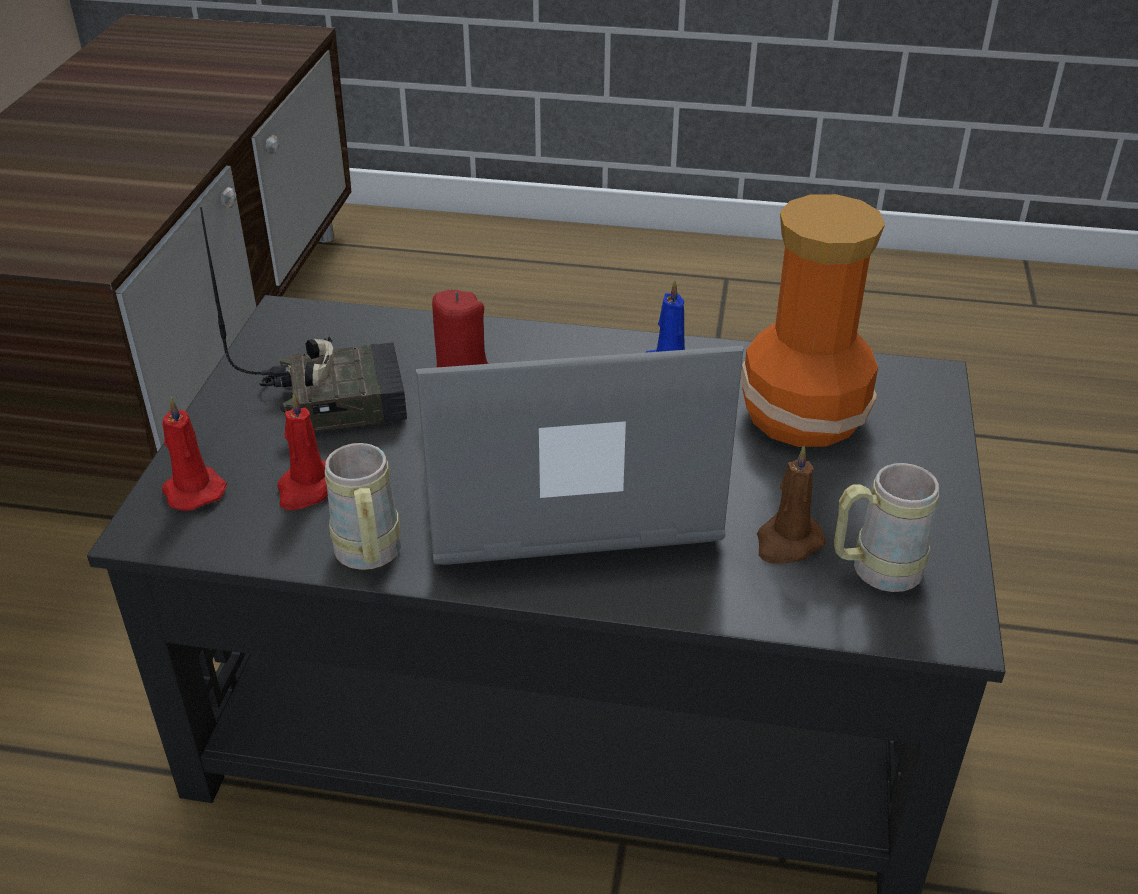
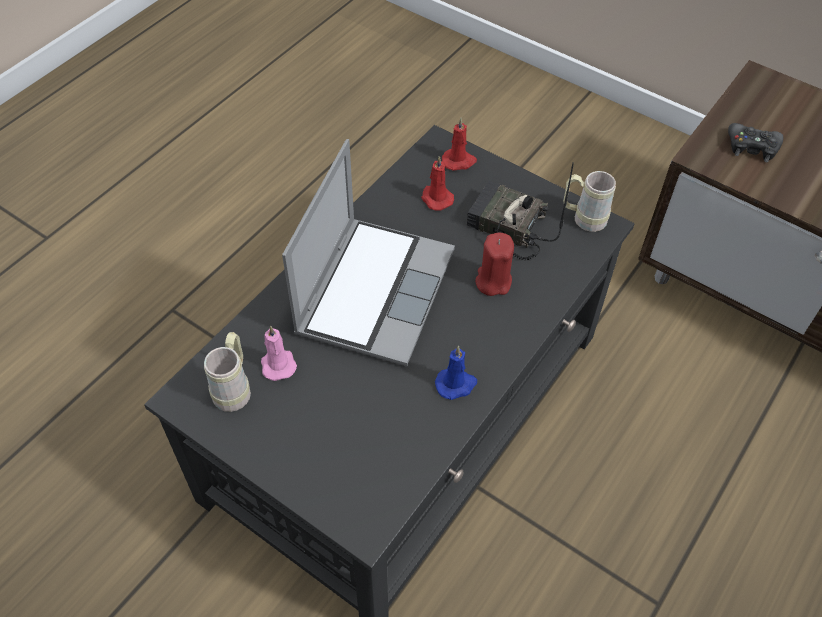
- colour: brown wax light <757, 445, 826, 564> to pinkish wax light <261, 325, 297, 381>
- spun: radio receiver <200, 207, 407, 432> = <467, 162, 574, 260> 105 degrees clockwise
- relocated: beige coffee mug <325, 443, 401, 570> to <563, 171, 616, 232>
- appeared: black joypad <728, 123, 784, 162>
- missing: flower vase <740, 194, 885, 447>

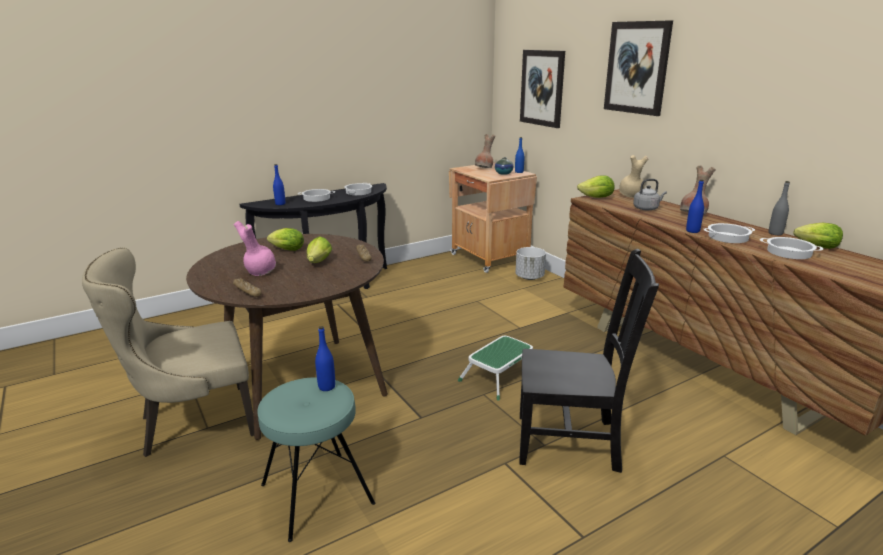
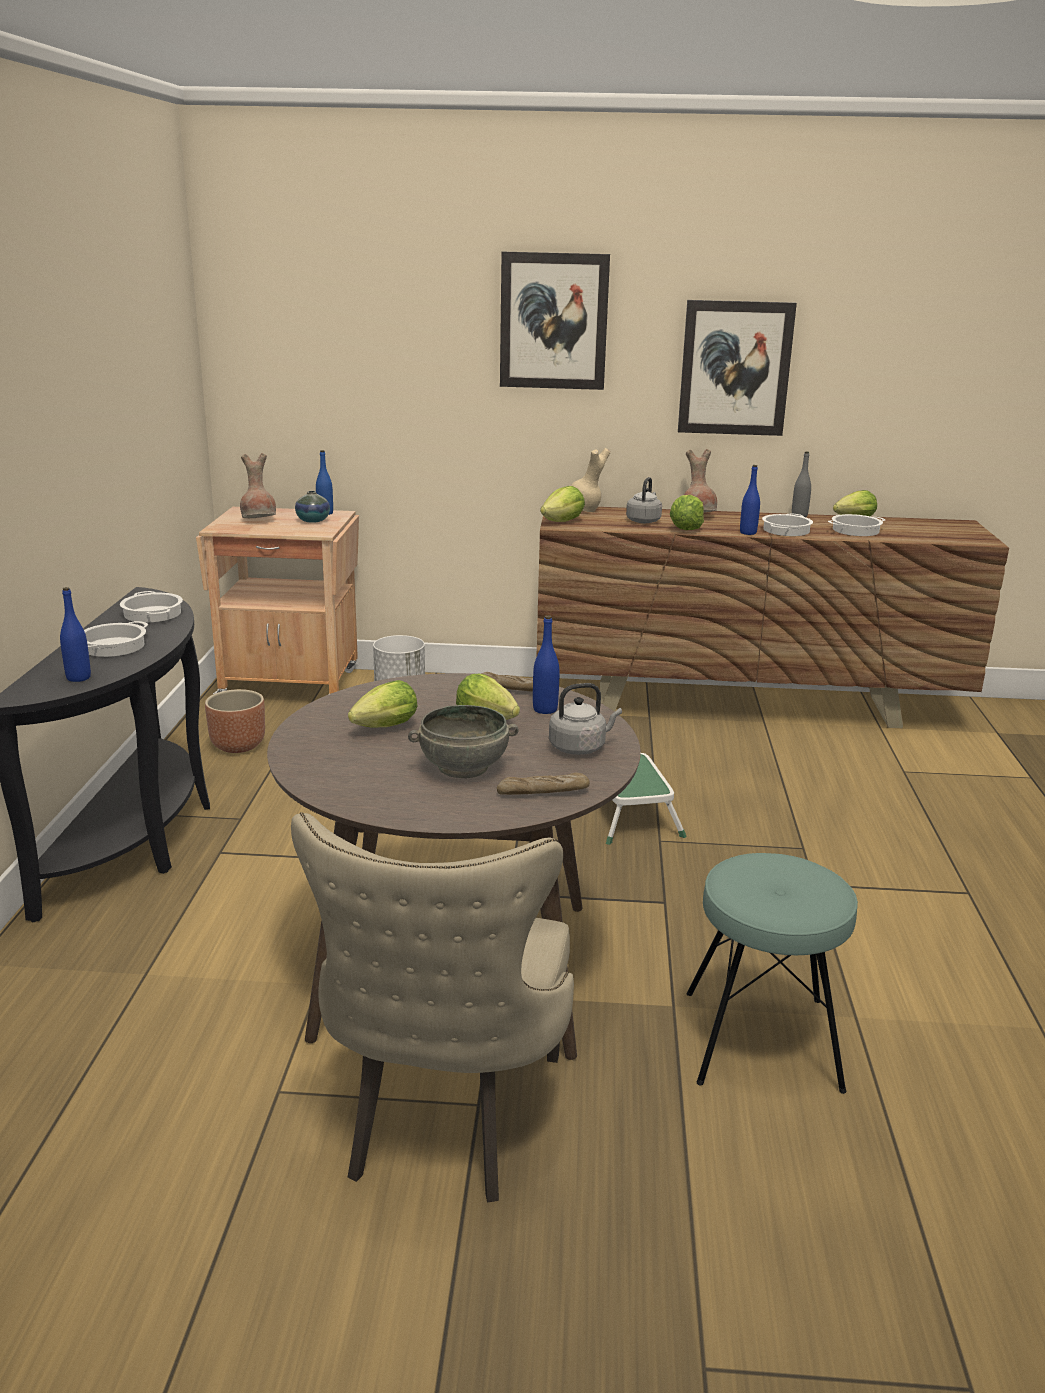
- appeared: brown plant pot <205, 689, 265, 753>
- exchanged: pinkish flower vase <234, 221, 276, 276> to gray serving bowl <408, 705, 519, 778>
- relocated: blue-coloured beverage bottle <315, 326, 335, 391> to <533, 615, 559, 714>
- appeared: gray tea kettle <549, 683, 622, 755>
- appeared: lettuce <670, 495, 704, 530>
- relocated: wall art <520, 50, 565, 128> to <678, 300, 797, 436>
- missing: black chair <519, 249, 659, 473>

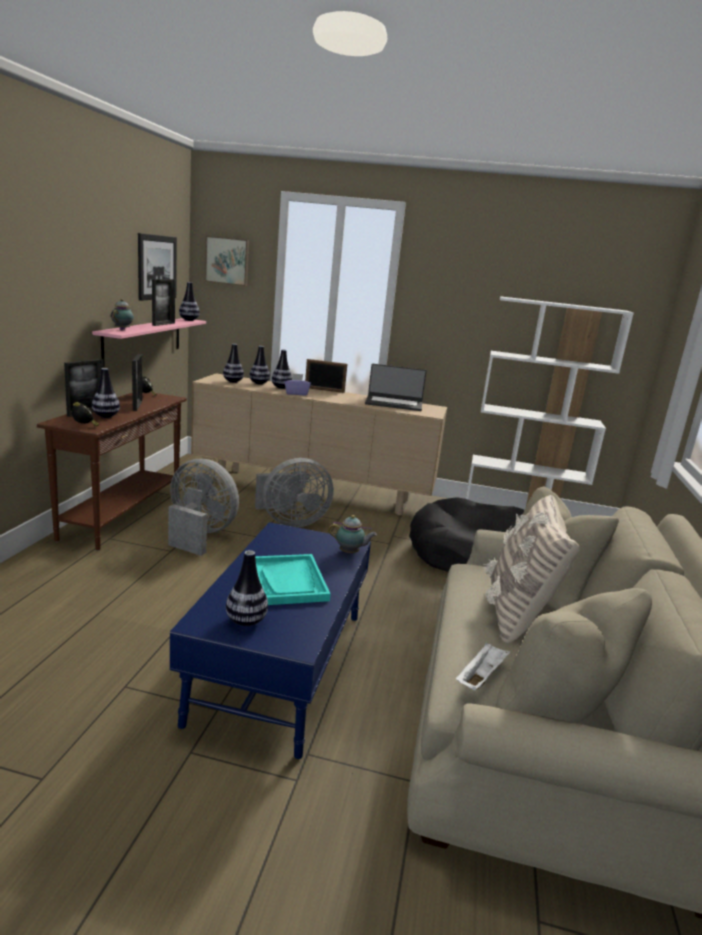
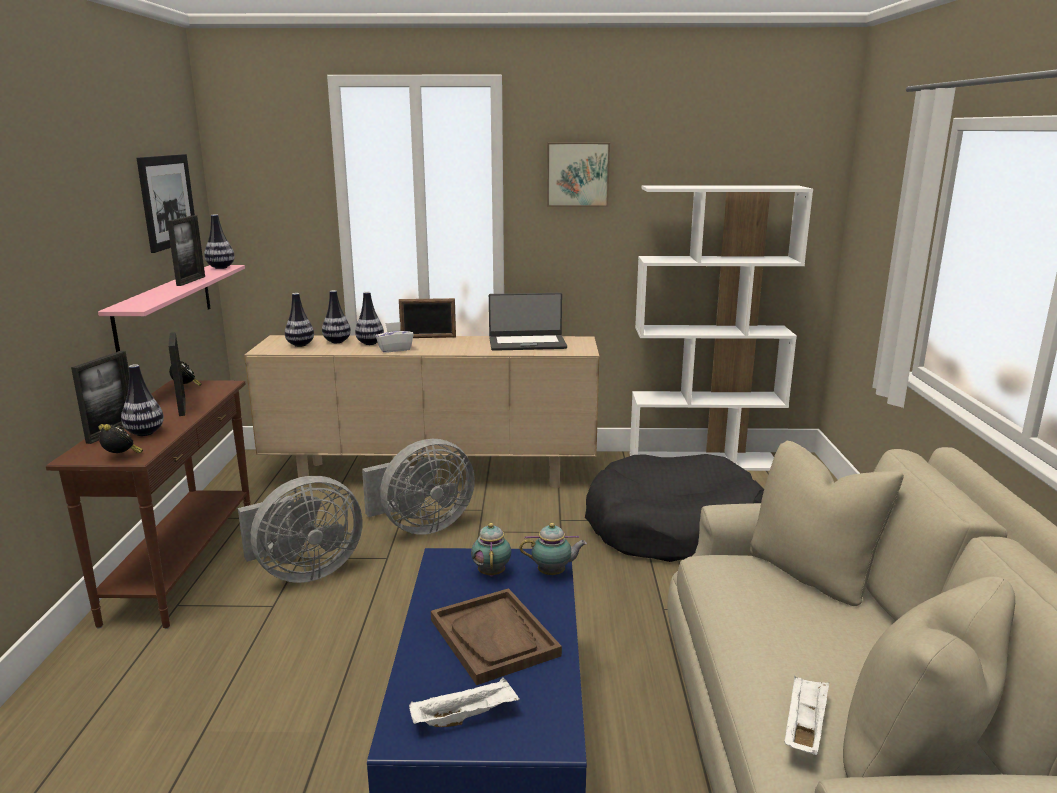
- spun: gray cooling fan <168, 459, 239, 556> = <238, 476, 363, 583> 135 degrees clockwise
- colour: purplish tissue box <284, 373, 311, 395> to white tissue box <375, 322, 414, 353>
- exchanged: flower vase <226, 550, 268, 626> to white tray <409, 677, 520, 727>
- colour: blue-green tray <255, 554, 330, 605> to brown tray <431, 588, 562, 685>
- relocated: pot for tea <111, 299, 134, 330> to <471, 523, 511, 576>
- relocated: wall art <205, 236, 249, 286> to <547, 143, 610, 207>
- missing: beige pillow <482, 495, 579, 643>

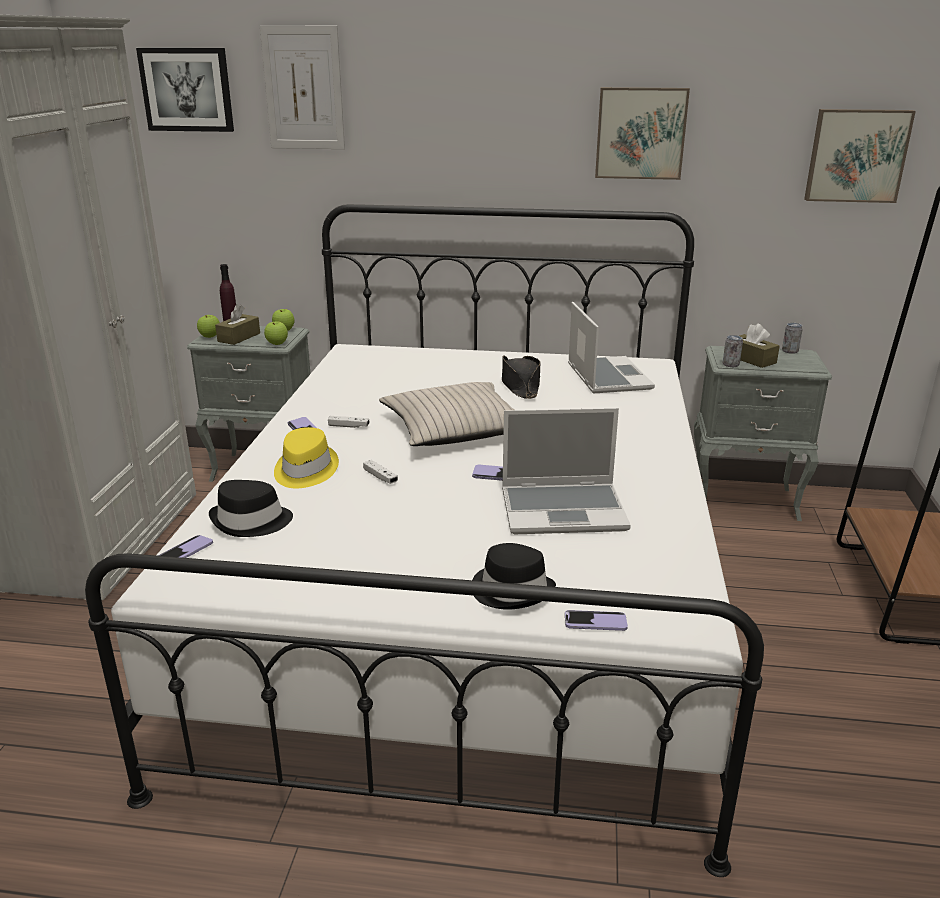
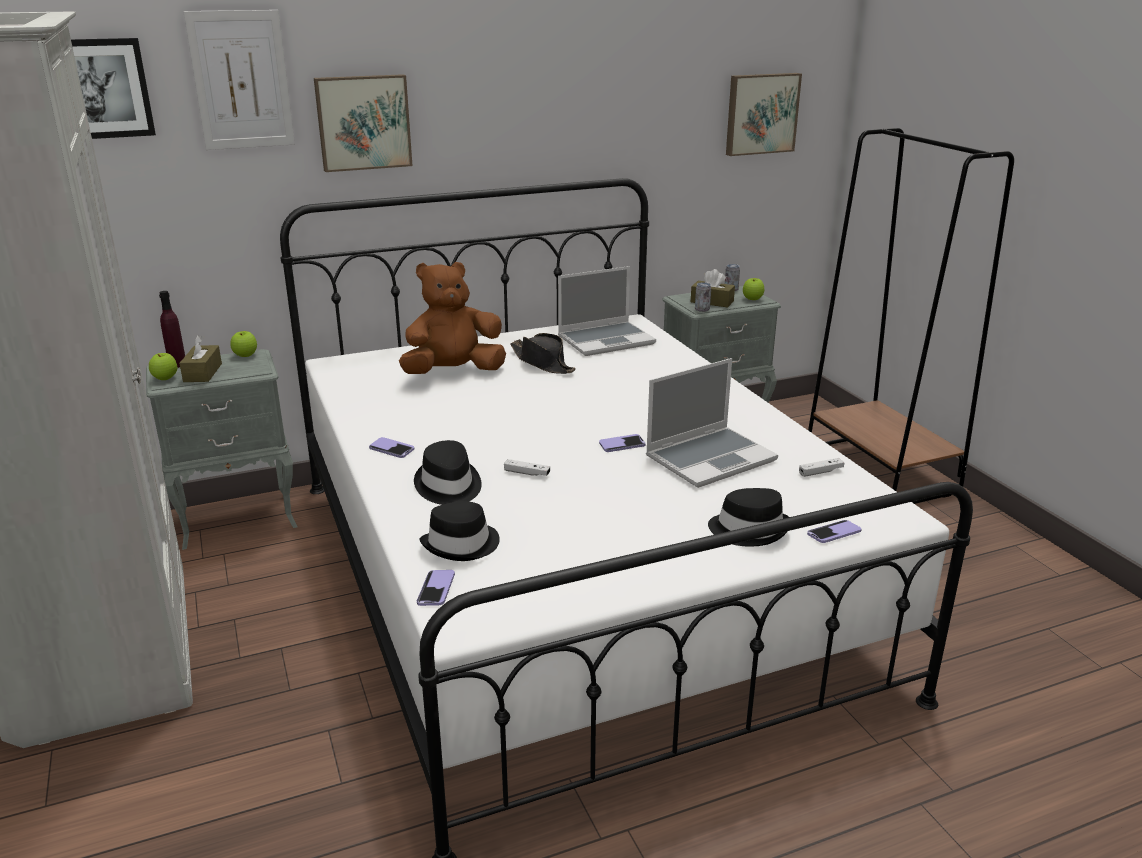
- relocated: wall art <595, 87, 690, 180> to <314, 74, 413, 172>
- appeared: brown cuddly toy <399, 262, 506, 374>
- colour: yellow-coloured clothing hat <274, 427, 339, 489> to black clothing hat <414, 440, 482, 505>
- spun: portable computer <568, 302, 655, 394> = <558, 266, 656, 356> 105 degrees clockwise
- relocated: whole apple <264, 321, 288, 345> to <743, 278, 764, 300>
- relocated: white joypad <328, 416, 369, 428> to <799, 458, 844, 477>
- missing: beige pillow <379, 382, 514, 446>

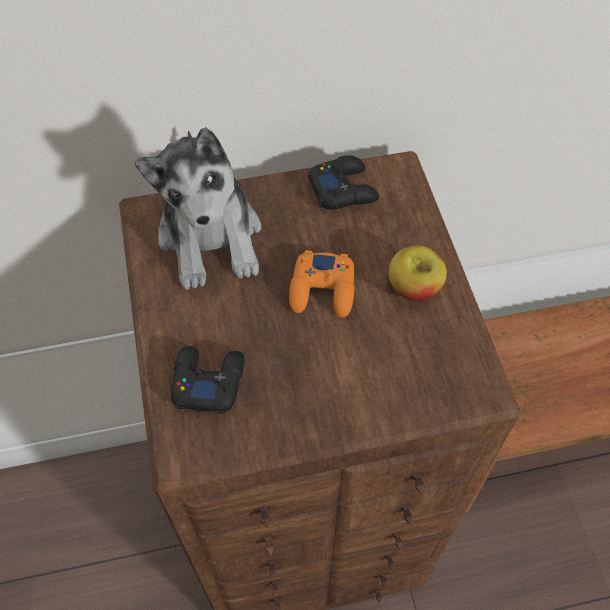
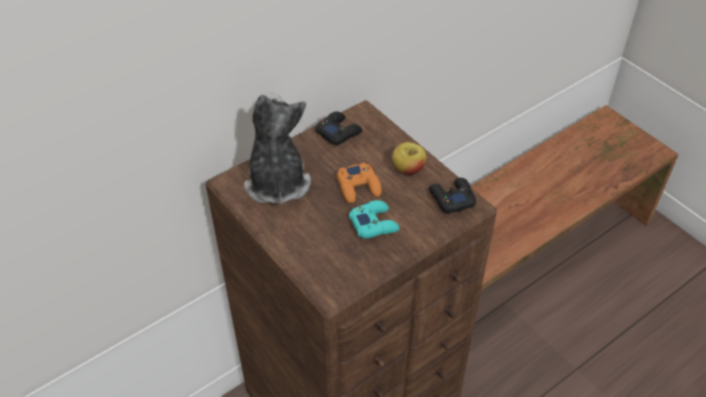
- spun: cuddly toy <135, 127, 261, 290> = <244, 93, 311, 204> 150 degrees counterclockwise
- appeared: blue-green joypad <349, 200, 400, 239>
- relocated: black joypad <171, 346, 245, 414> to <429, 178, 476, 214>

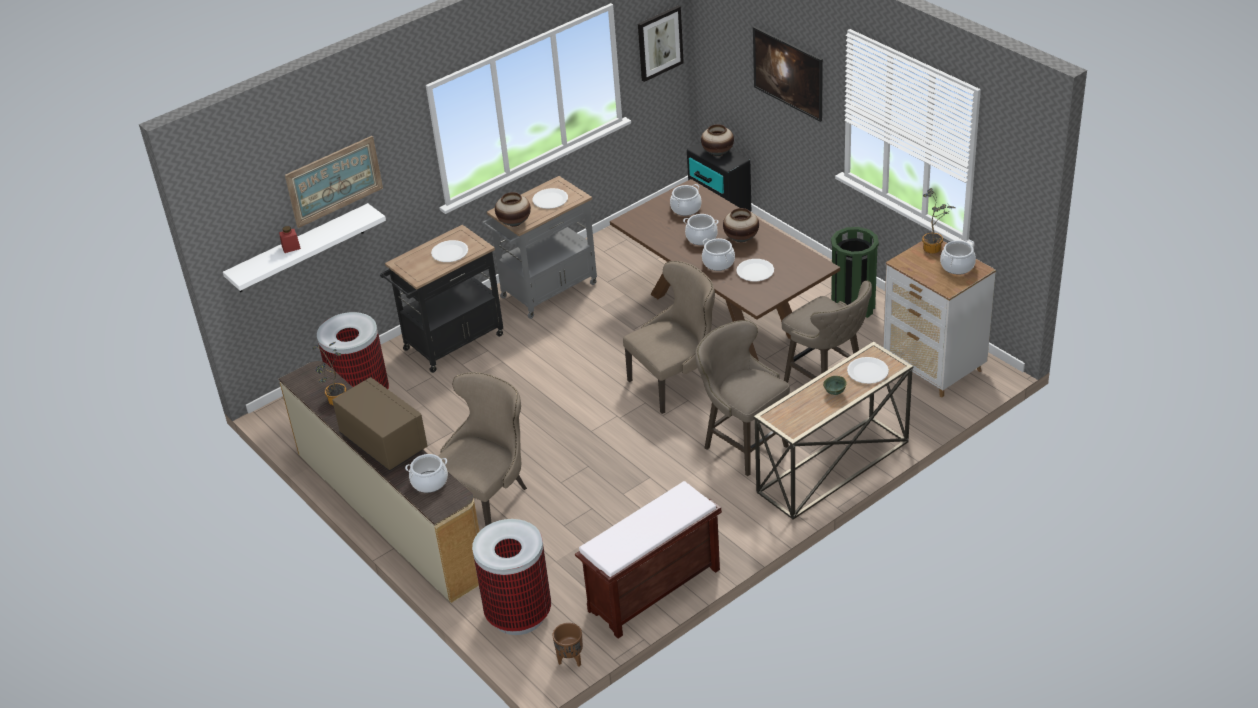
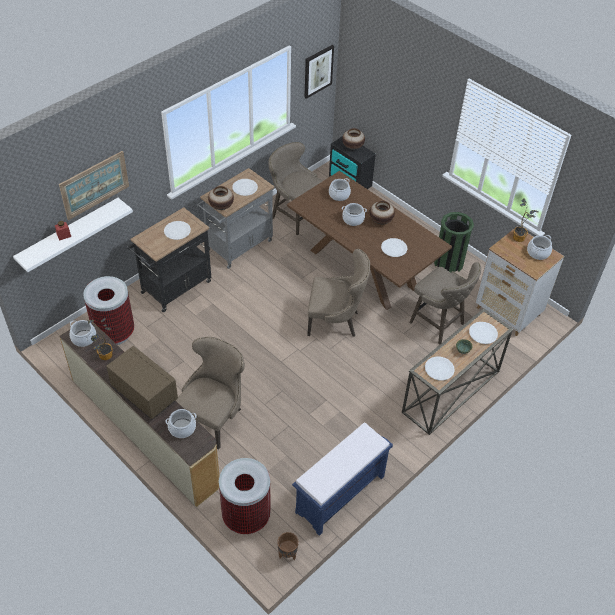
- relocated: stockpot <702, 238, 735, 271> to <69, 320, 96, 347>
- relocated: beige sitting stool <695, 320, 790, 476> to <268, 142, 322, 236>
- colour: brown indoor bench <575, 481, 722, 639> to blue-coloured indoor bench <292, 423, 393, 536>
- spun: beige chair <623, 261, 715, 414> = <307, 249, 370, 337> 45 degrees clockwise
- appeared: white plate <425, 357, 455, 380>
- missing: wall art <753, 26, 823, 122>

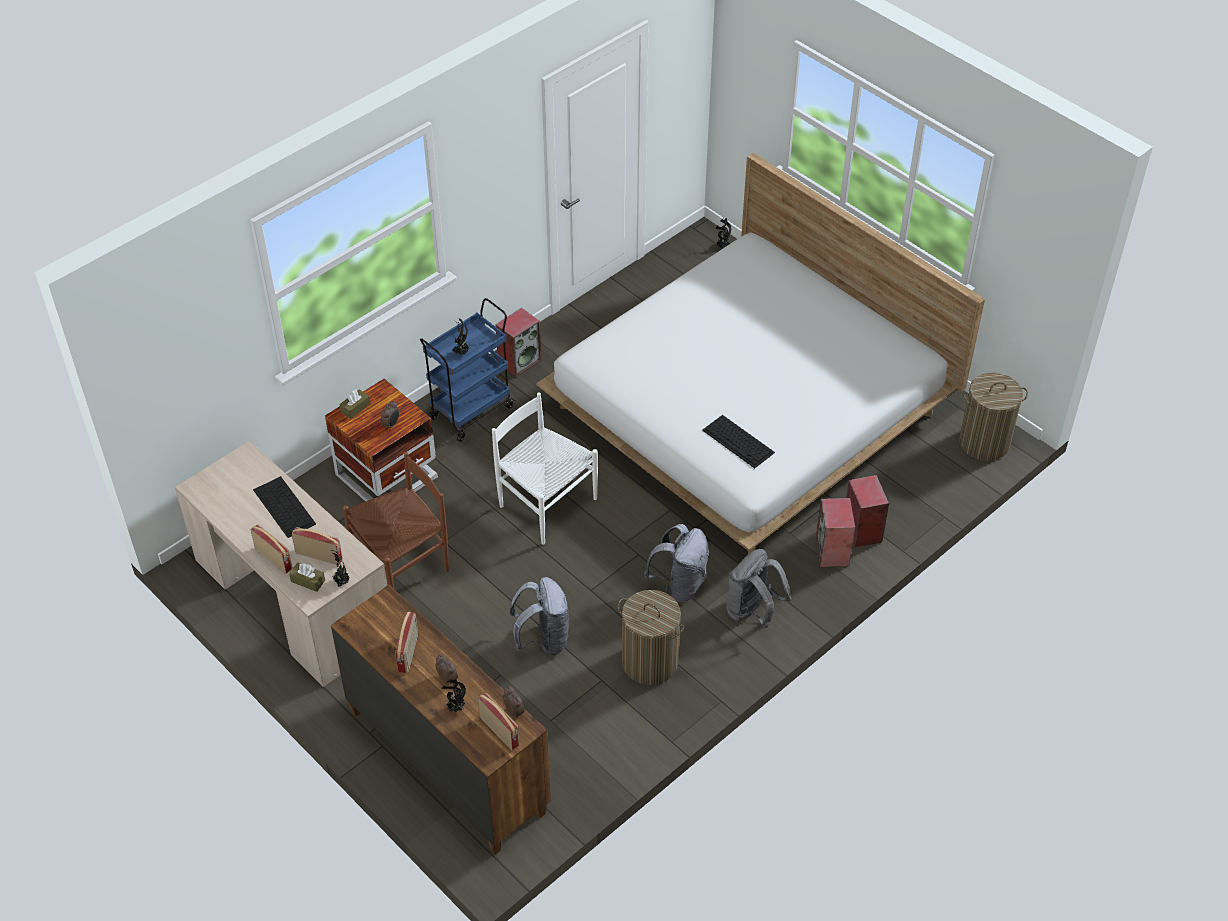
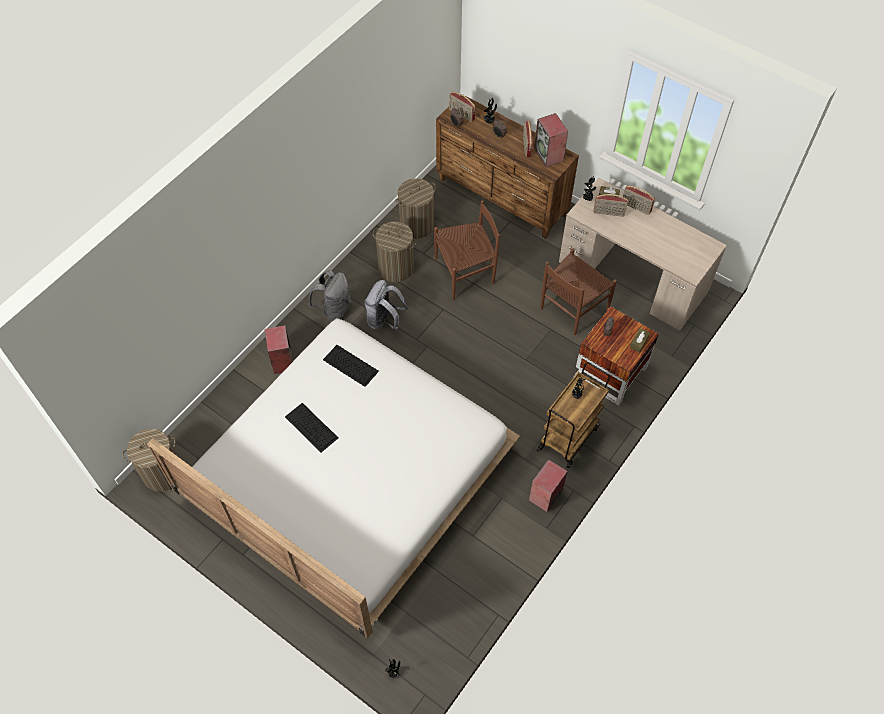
- relocated: keyboard <253, 476, 316, 538> to <285, 403, 338, 452>
- appeared: hamper <395, 178, 436, 239>
- exchanged: gray knapsack <510, 577, 569, 655> to brown chair <434, 200, 500, 300>
- relocated: audio speaker <846, 475, 889, 547> to <534, 113, 568, 167>
- colour: blue-coloured wheeled cart <420, 298, 515, 442> to brown wheeled cart <536, 362, 610, 468>
- missing: white chair <492, 393, 598, 545>

